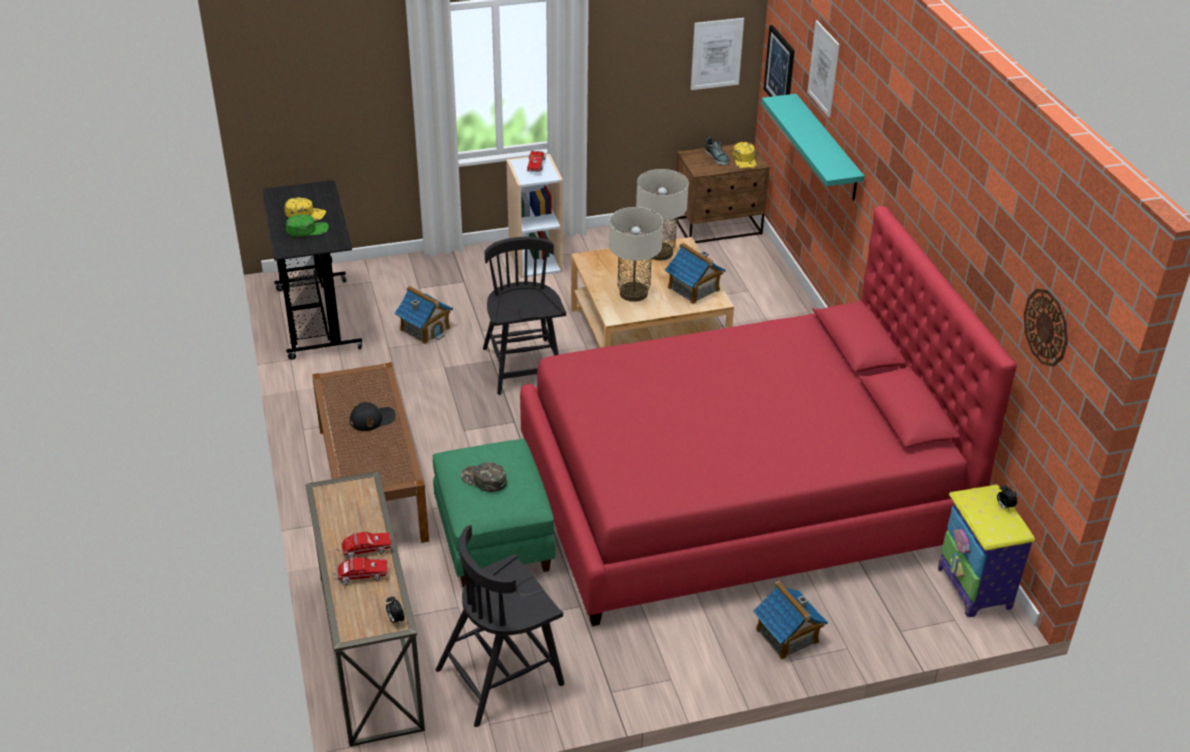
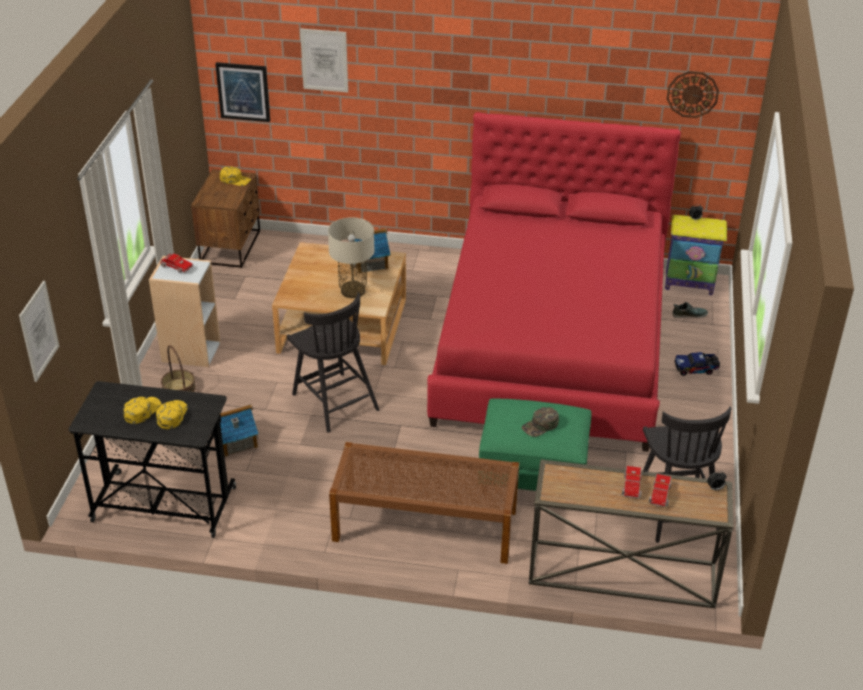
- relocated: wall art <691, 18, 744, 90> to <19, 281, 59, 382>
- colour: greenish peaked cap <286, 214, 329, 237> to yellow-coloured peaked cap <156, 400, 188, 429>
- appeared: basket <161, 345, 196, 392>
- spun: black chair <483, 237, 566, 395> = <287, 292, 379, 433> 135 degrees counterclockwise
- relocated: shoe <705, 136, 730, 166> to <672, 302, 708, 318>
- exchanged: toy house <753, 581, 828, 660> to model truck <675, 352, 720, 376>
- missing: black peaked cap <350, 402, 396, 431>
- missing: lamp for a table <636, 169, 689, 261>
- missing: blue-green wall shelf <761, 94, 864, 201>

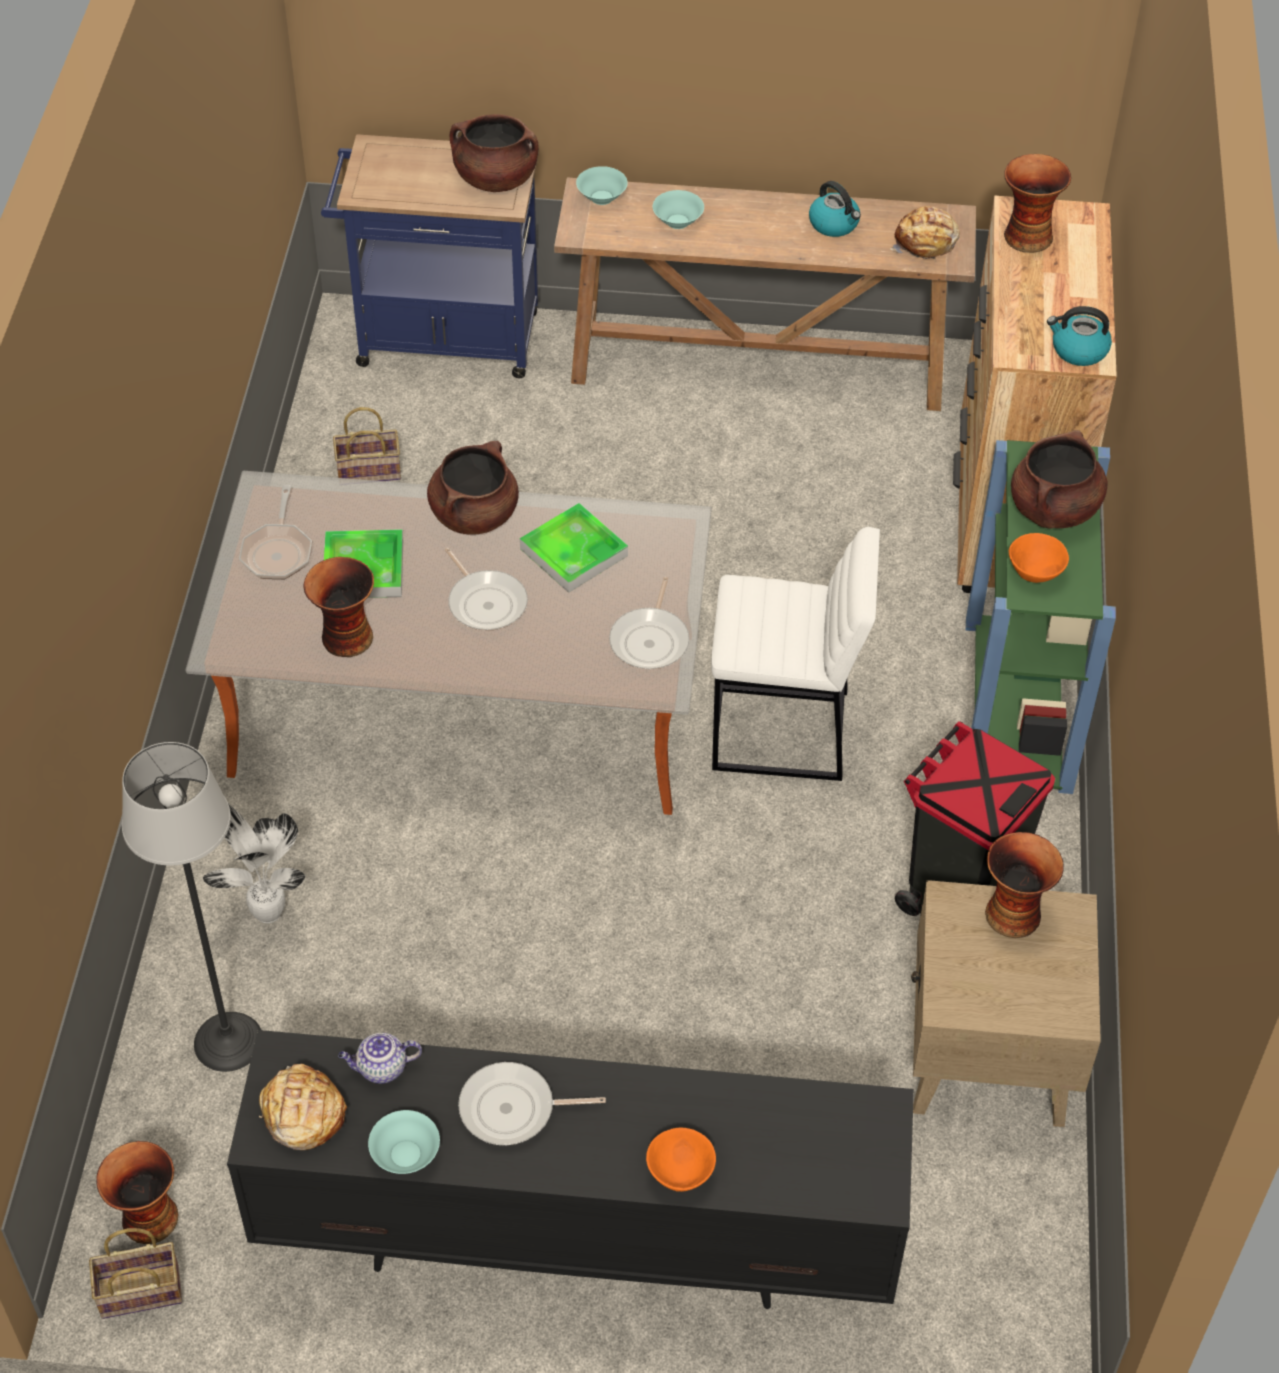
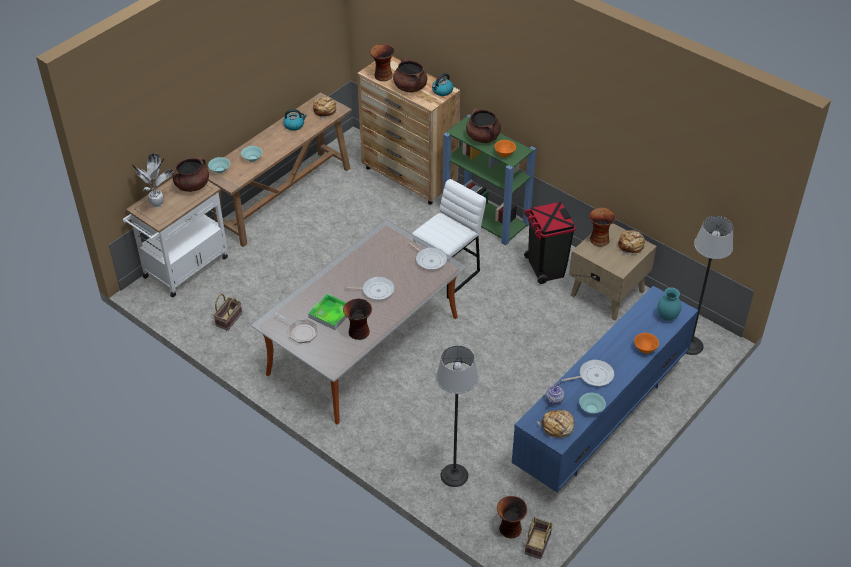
- colour: blue-coloured wheeled cart <321, 134, 539, 379> to white wheeled cart <123, 178, 228, 298>
- relocated: potted plant <203, 804, 305, 923> to <133, 153, 173, 208>
- relocated: brown stockpot <427, 441, 519, 534> to <393, 58, 427, 92>
- colour: black cupboard <227, 1030, 914, 1309> to blue-coloured cupboard <512, 286, 698, 492>
- spun: skillet <458, 1062, 606, 1145> = <562, 360, 614, 386> 135 degrees counterclockwise
- appeared: baked bread <618, 230, 645, 255>
- appeared: blue-green flower vase <657, 288, 681, 321>
- appeared: standing lamp <685, 216, 733, 355>
- missing: tray <520, 503, 628, 593>

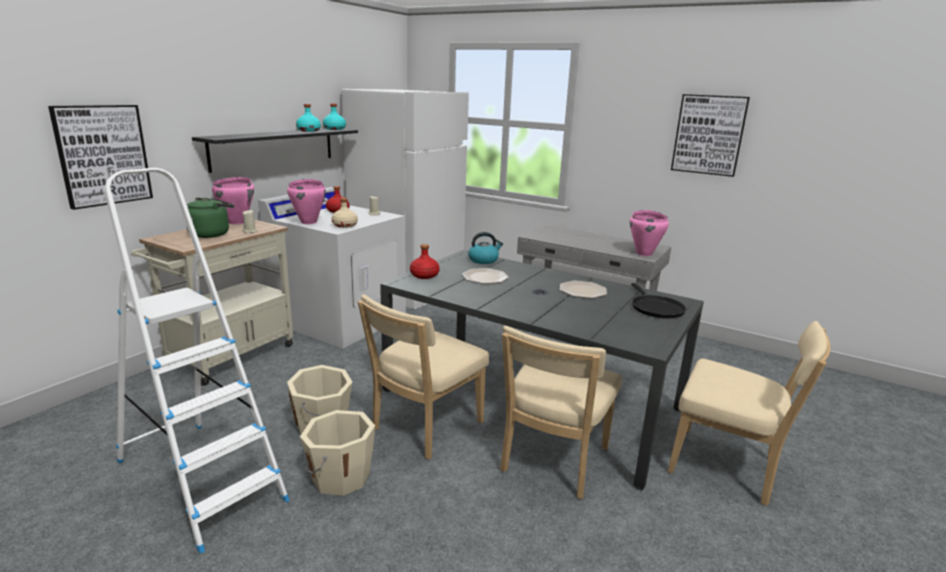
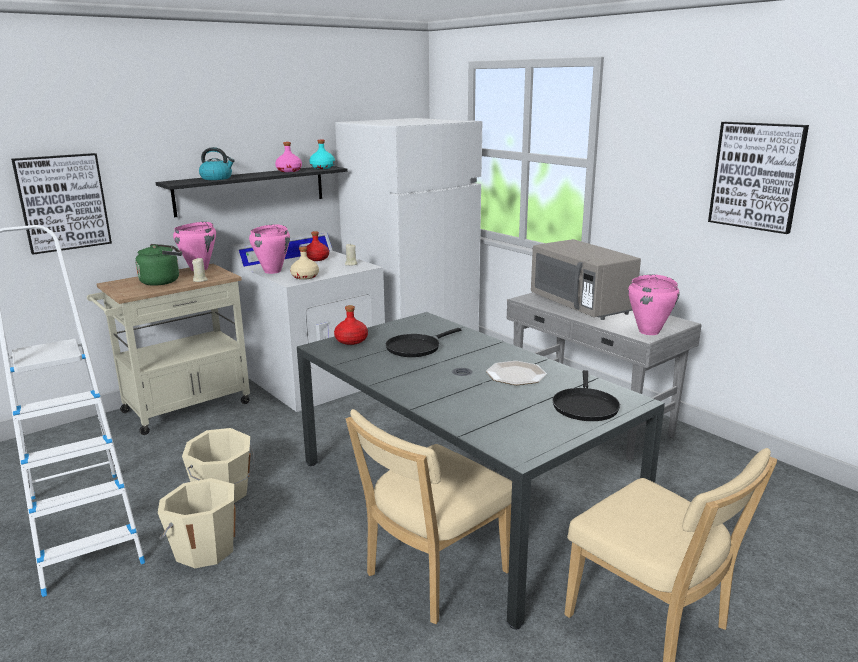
- relocated: tea kettle <468, 232, 503, 264> to <199, 147, 235, 180>
- colour: blue-green beverage bottle <296, 104, 321, 132> to pinkish beverage bottle <275, 142, 302, 172>
- exchanged: plate <462, 268, 509, 284> to black skillet <386, 328, 461, 357>
- appeared: gray microwave oven <531, 239, 641, 320>
- missing: beige chair <358, 294, 489, 459>

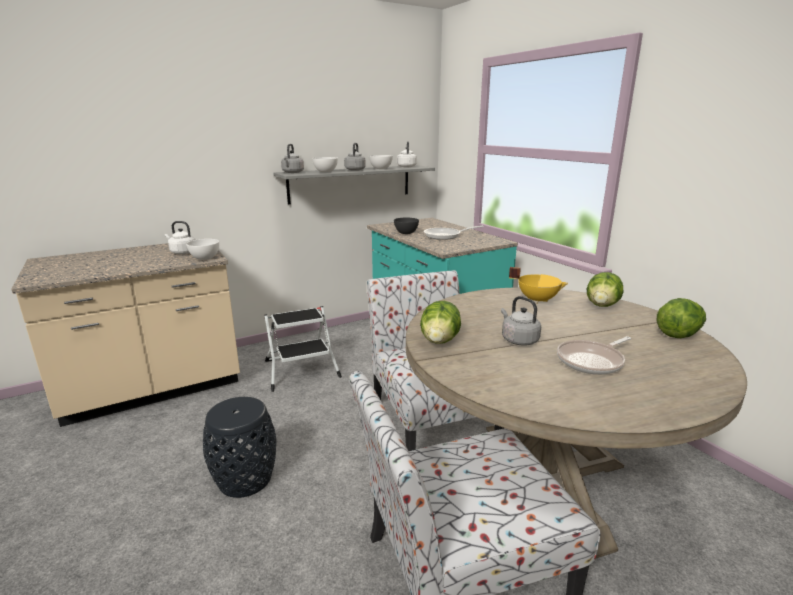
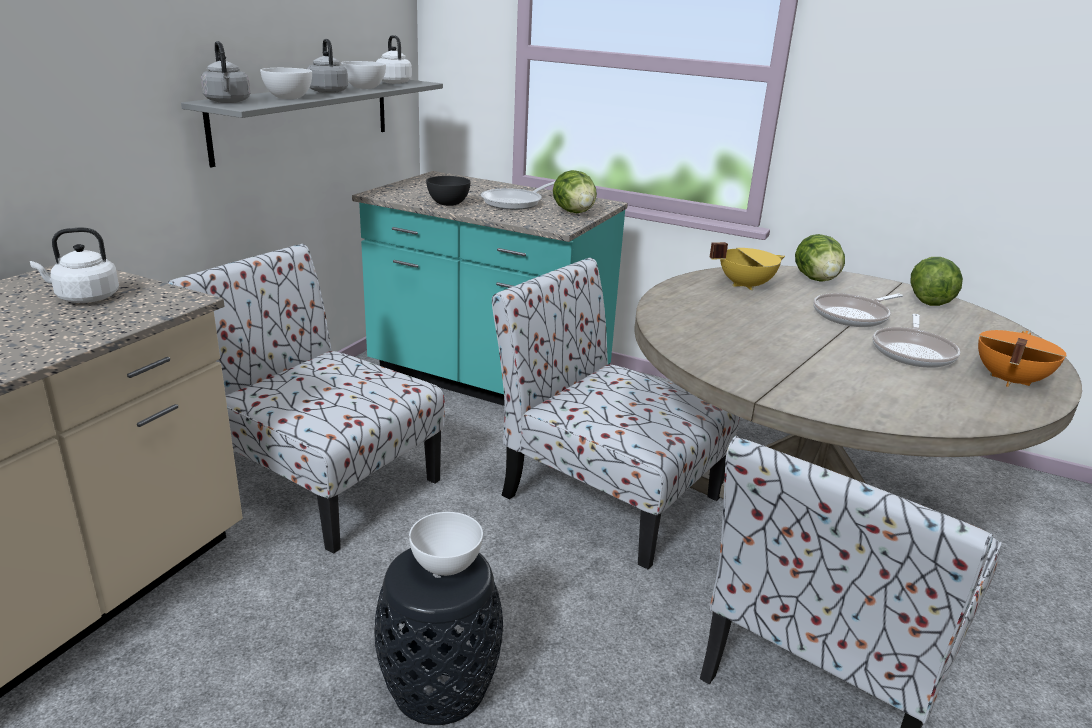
- exchanged: stepladder <264, 306, 342, 392> to chair <168, 244, 445, 554>
- relocated: white serving bowl <186, 239, 219, 260> to <409, 512, 483, 576>
- relocated: lettuce <420, 301, 461, 344> to <553, 170, 597, 213>
- appeared: skillet <813, 293, 903, 327>
- appeared: orange stockpot <978, 330, 1066, 387>
- missing: gray tea kettle <501, 296, 541, 346>

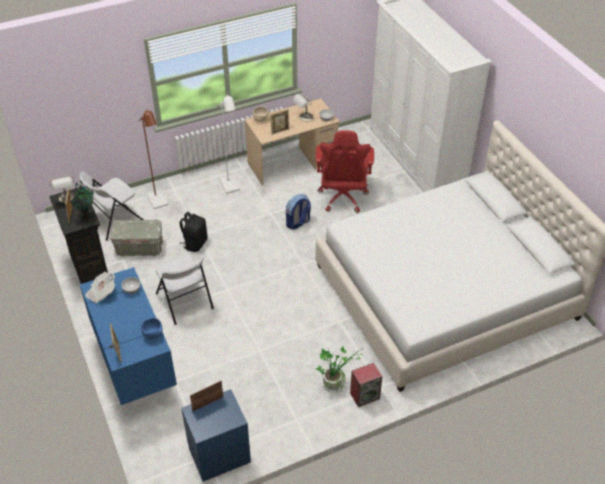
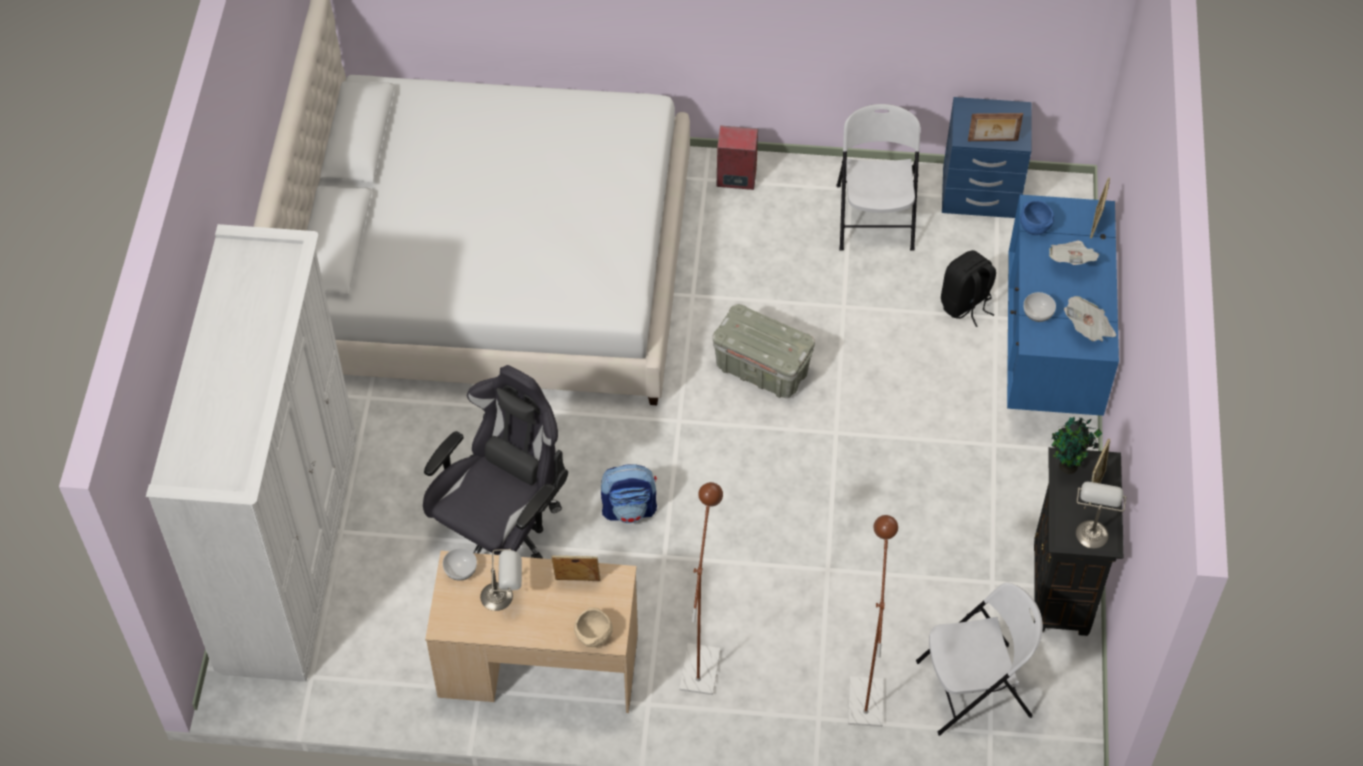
- colour: red-coloured desk chair <316, 130, 374, 213> to black desk chair <423, 365, 568, 559>
- colour: white standing lamp <217, 95, 240, 194> to brown standing lamp <680, 482, 723, 695>
- relocated: gray storage container <110, 220, 163, 257> to <712, 304, 815, 398>
- relocated: white chair <156, 255, 214, 325> to <836, 104, 921, 251>
- relocated: black knapsack <180, 212, 207, 252> to <941, 250, 996, 327>
- appeared: newspaper <1049, 240, 1099, 265>
- missing: potted plant <316, 347, 364, 393>

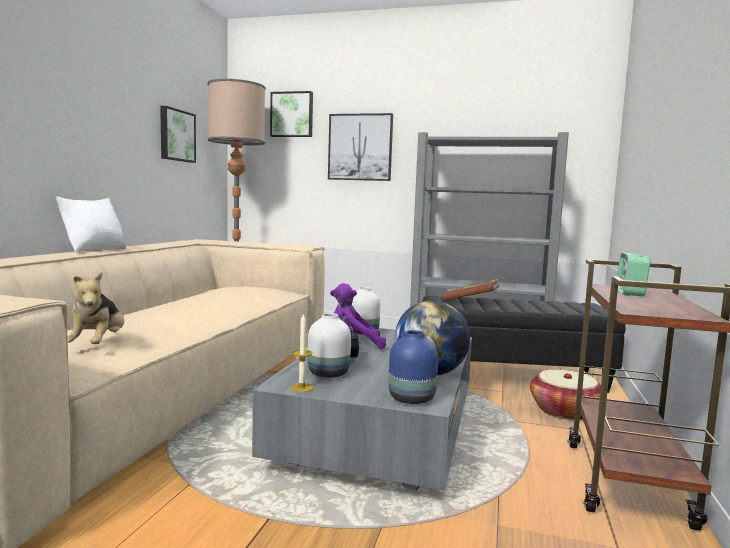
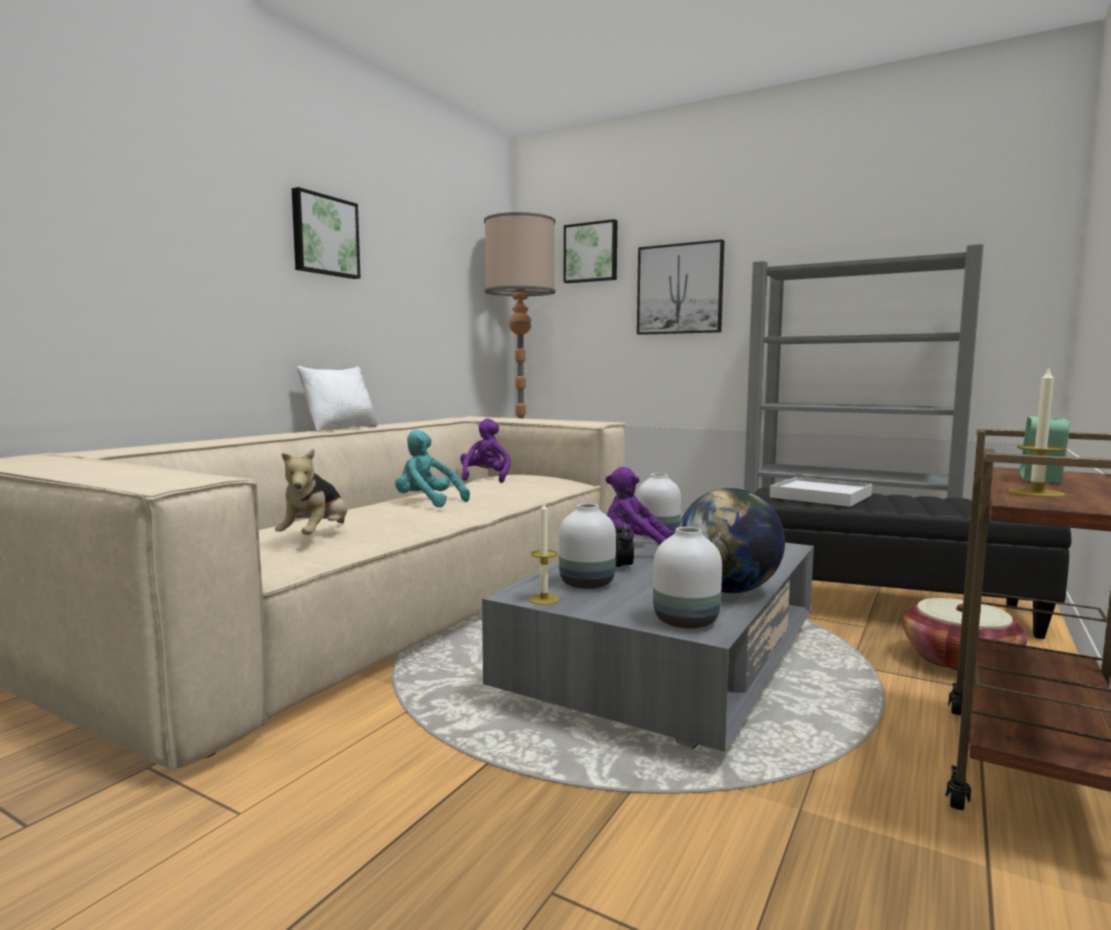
- relocated: wall art <160, 106, 196, 163> to <292, 187, 361, 279>
- appeared: blue-green cuddly toy <395, 430, 470, 507>
- appeared: purplish cuddly toy <460, 418, 511, 483>
- colour: blue-coloured flower vase <388, 330, 438, 404> to white flower vase <653, 527, 722, 629>
- exchanged: brown volume <442, 279, 499, 301> to white tray <770, 477, 872, 507>
- appeared: wax light <1009, 367, 1066, 498>

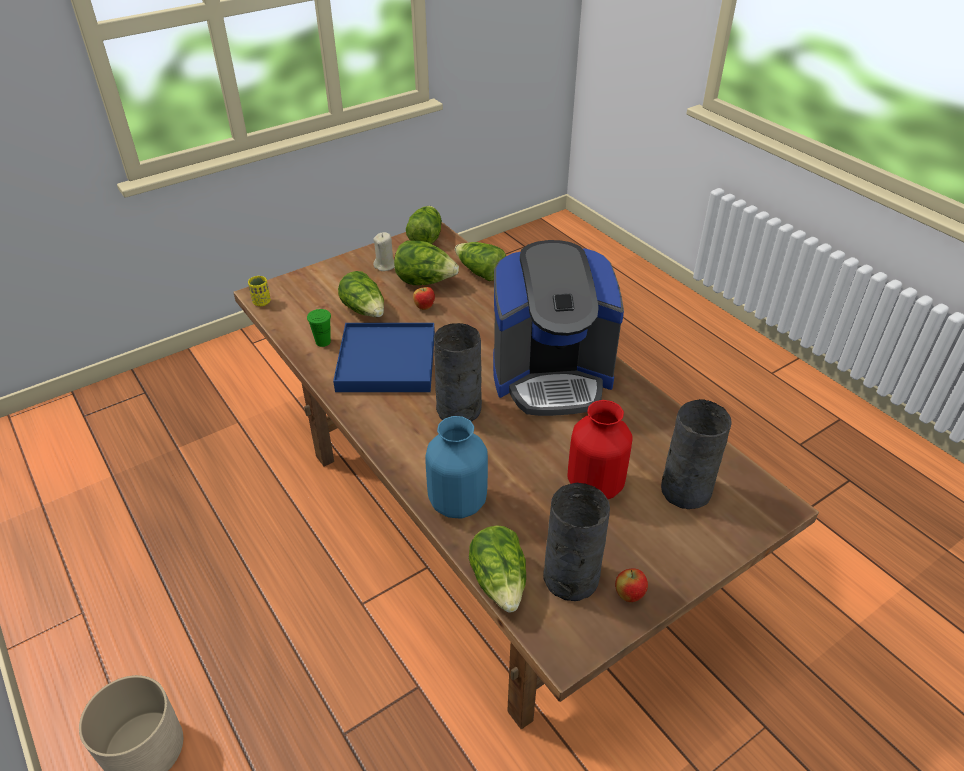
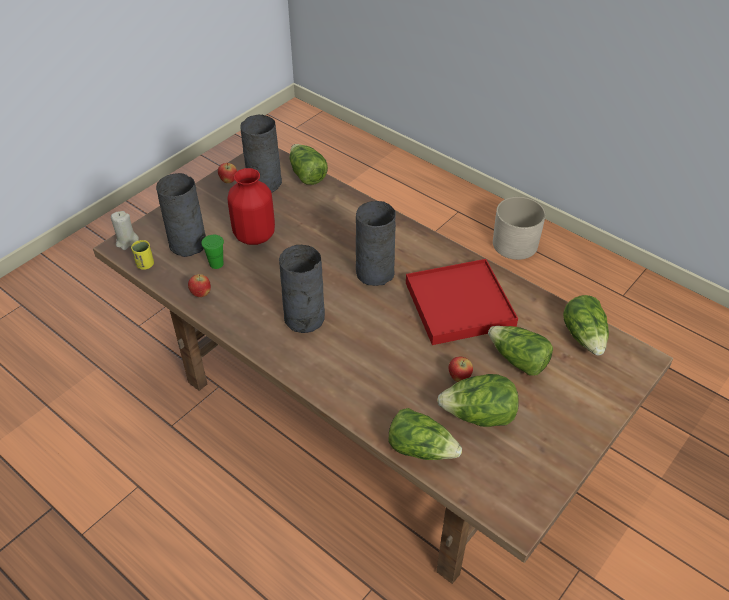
- relocated: beige wax light <373, 232, 394, 271> to <111, 211, 139, 250>
- relocated: yellow-coloured cup <248, 276, 271, 306> to <131, 240, 154, 270>
- appeared: whole apple <188, 274, 211, 297>
- relocated: greenish cup <307, 309, 331, 347> to <201, 235, 224, 269>
- exchanged: coffee machine <493, 240, 624, 416> to gray flower vase <279, 244, 325, 333>
- colour: blue-coloured tray <333, 323, 435, 392> to red-coloured tray <406, 259, 518, 345>
- relocated: lettuce <406, 206, 442, 244> to <563, 295, 609, 356>
- missing: blue-coloured flower vase <425, 416, 488, 518>

